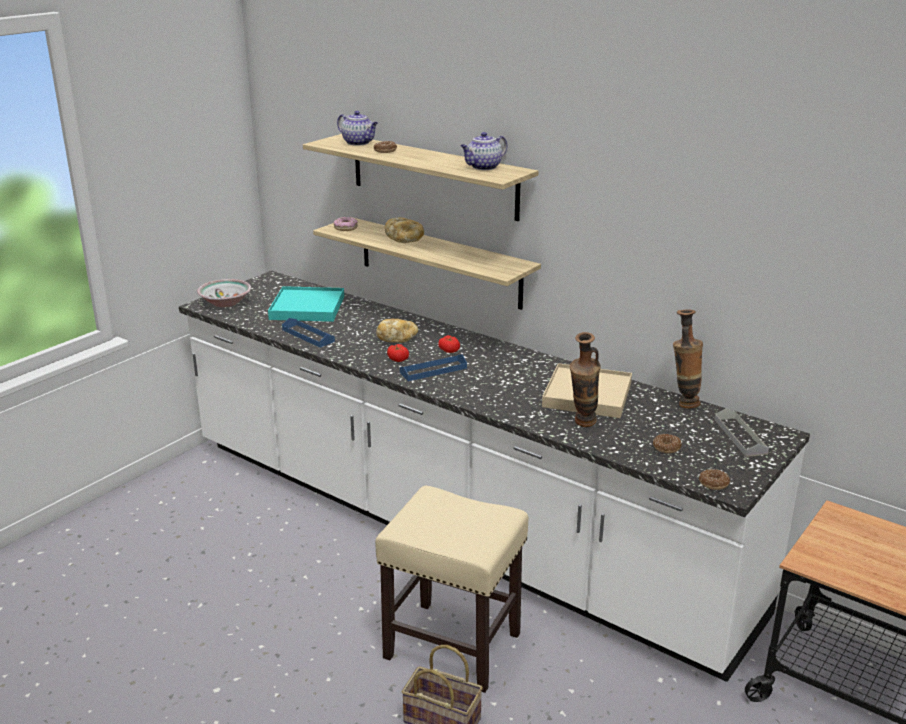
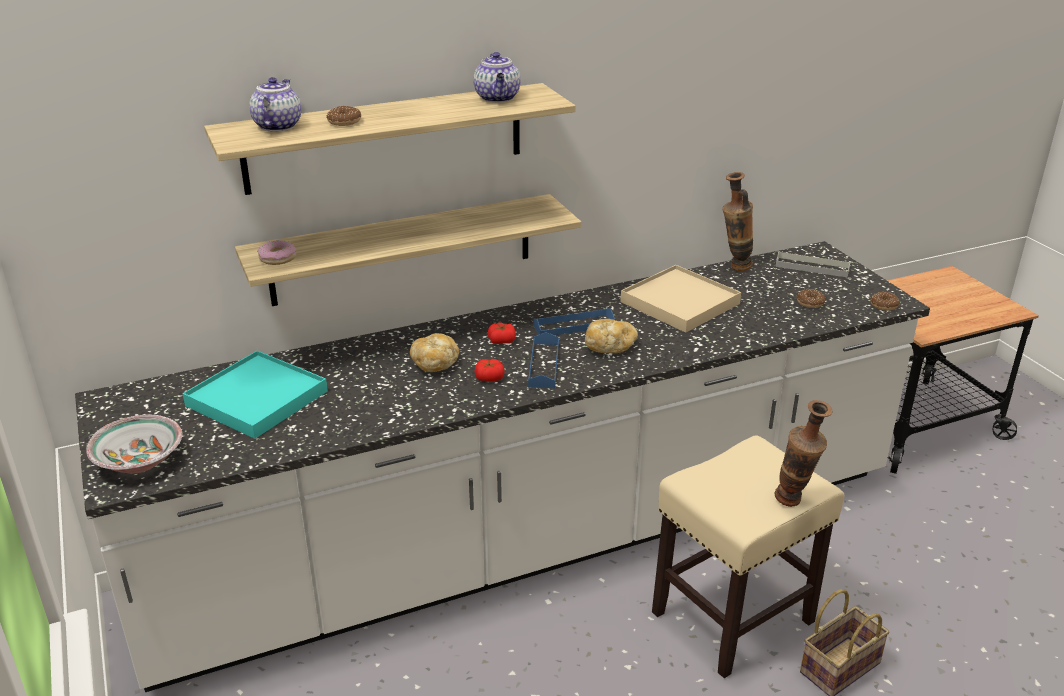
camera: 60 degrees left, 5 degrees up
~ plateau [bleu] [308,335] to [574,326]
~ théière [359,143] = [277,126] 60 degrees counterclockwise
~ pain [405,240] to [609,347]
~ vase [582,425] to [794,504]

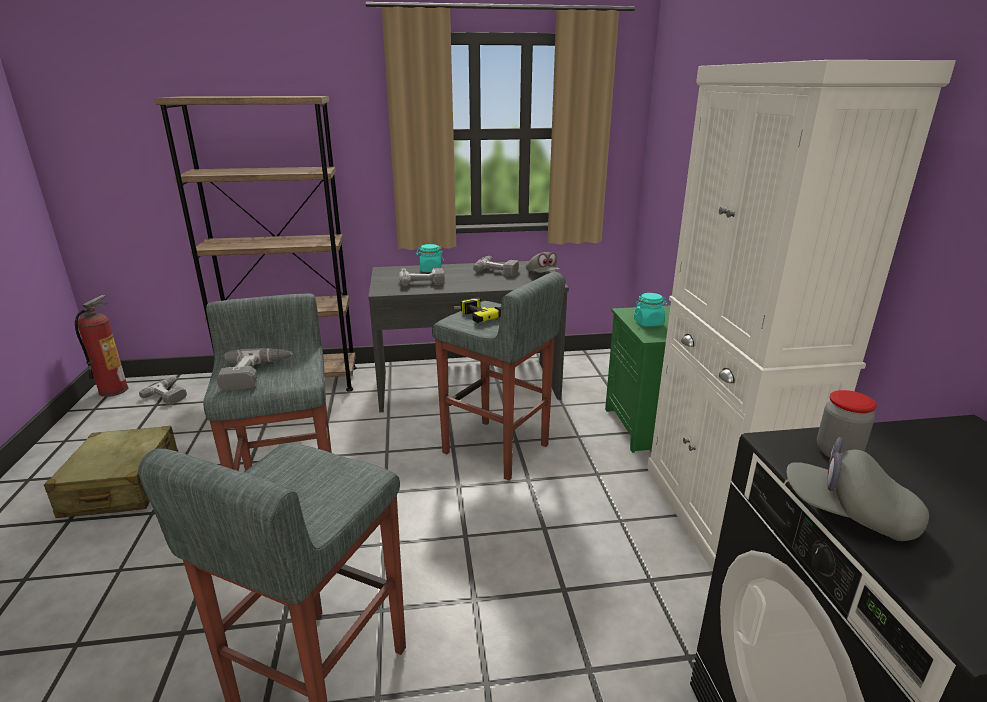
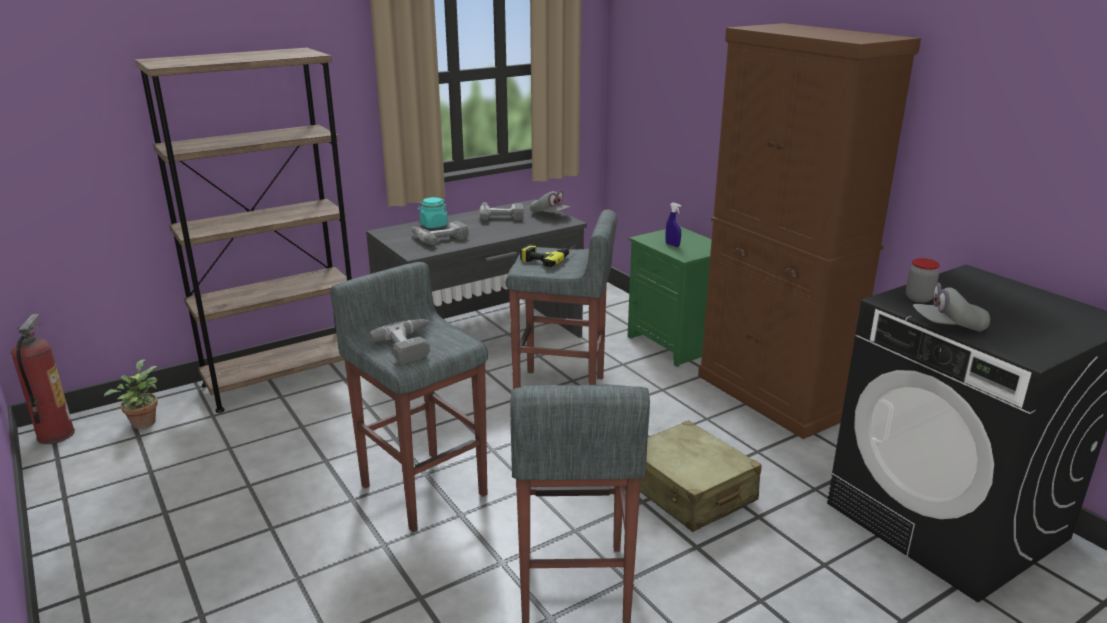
camera: 25 degrees left, 0 degrees up
~ valise [beige] [122,486] to [689,492]
~ perceuse [171,394] to plante en pot [143,421]
~ bocal [turquoise] [648,323] to vaporisateur [bleu] [672,245]
~ meuble de rangement [blanc] [717,514] to meuble de rangement [marron] [772,396]

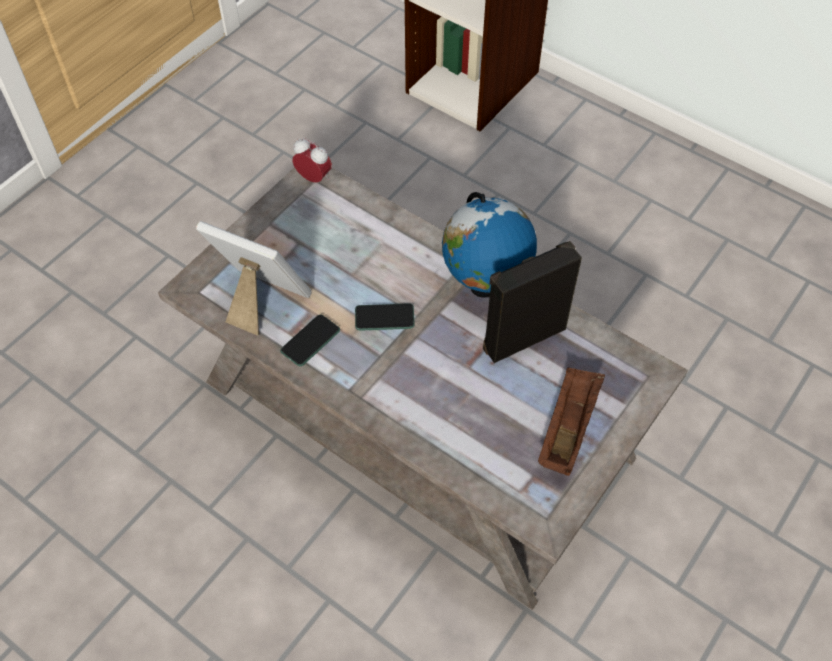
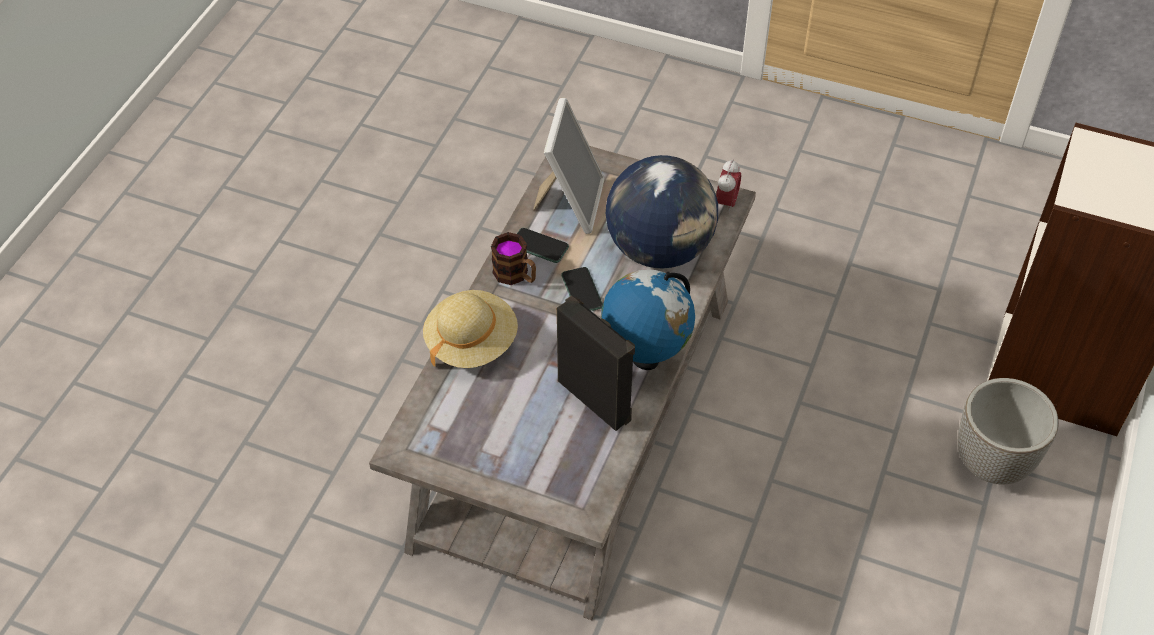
camera: 75 degrees right, 5 degrees down
- plateau [marron] [567,427]
+ chapeau [beige] [471,342]
+ mug [516,275]
+ globe [659,249]
+ cache-pot [993,463]

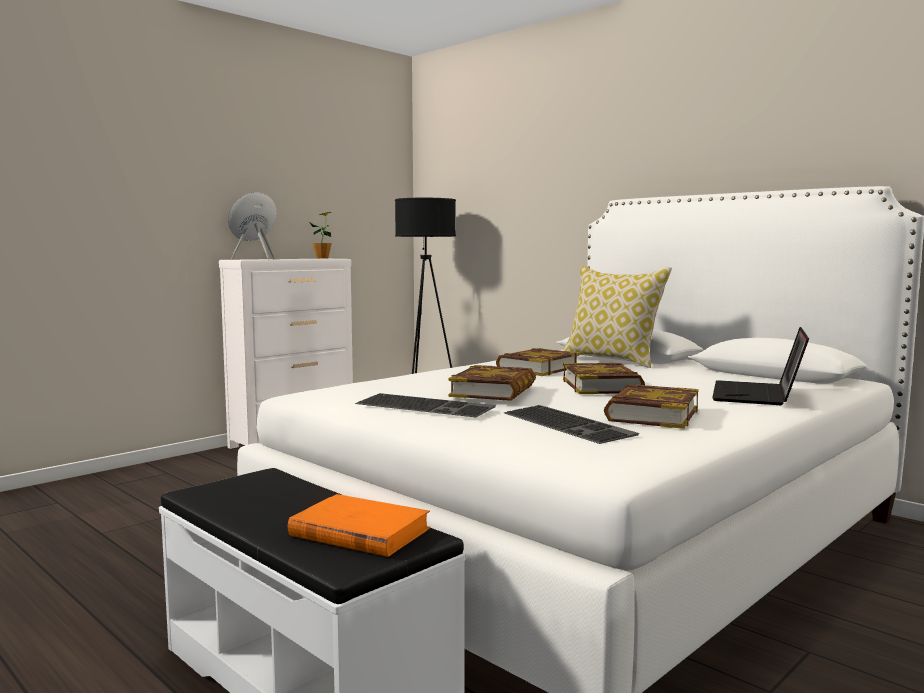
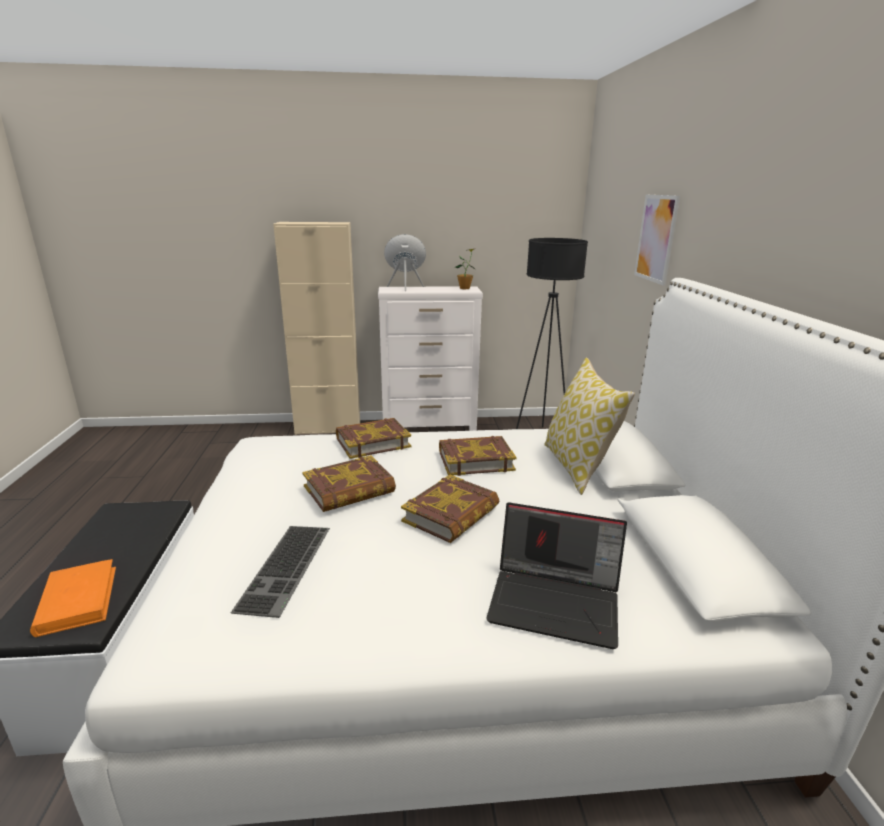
camera: 40 degrees right, 15 degrees up
- clavier [427,405]
~ livre [651,414] to [372,442]
~ ordinateur portable [758,395] = [556,602] 135 degrees counterclockwise
+ meuble de rangement [beige] [328,428]
+ tableau [656,238]

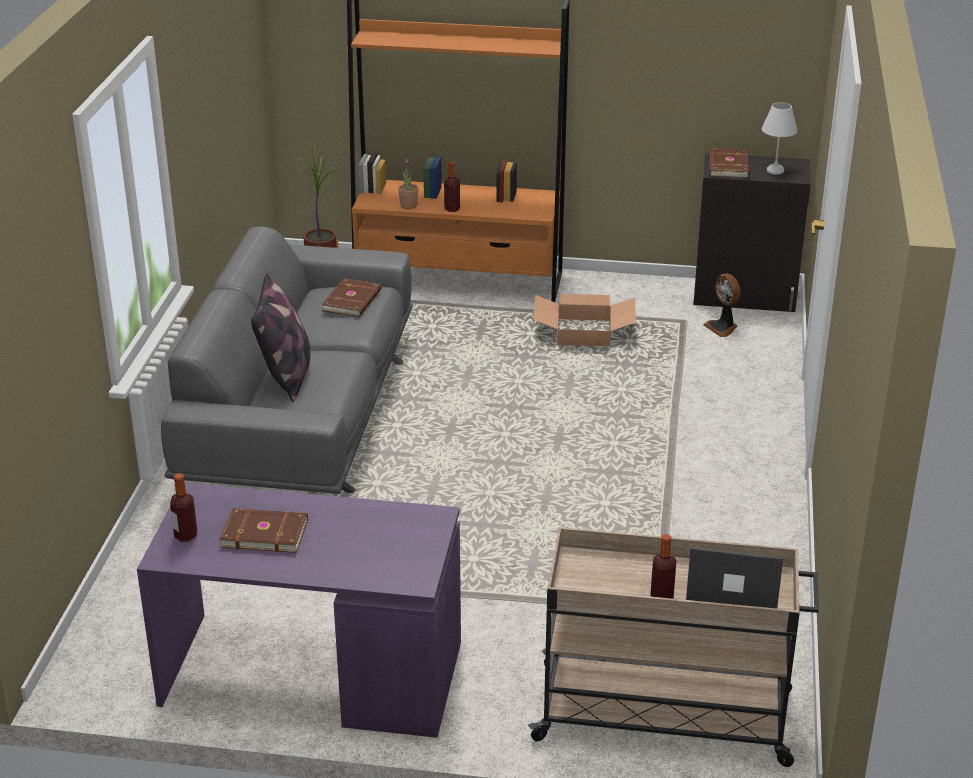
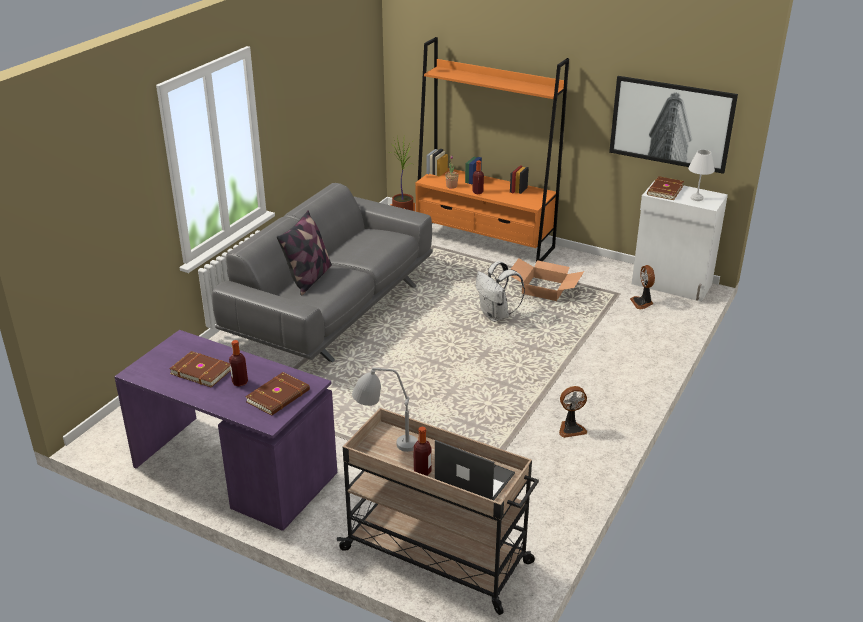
camera: 20 degrees right, 0 degrees up
~ bouteille [186,536] to [240,382]
~ livre [marron] [353,300] to [279,396]
~ meuble de rangement [noir] [745,296] to meuble de rangement [blanc] [671,285]
+ lampe de table [gris] [384,441]
+ sac à dos [blanc] [496,316]
+ ventilateur [571,428]
+ tableau [671,123]

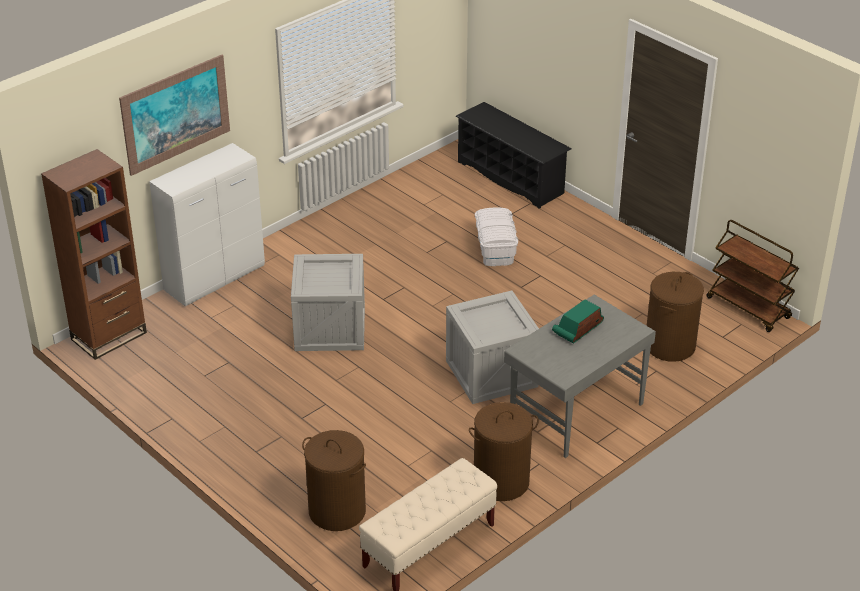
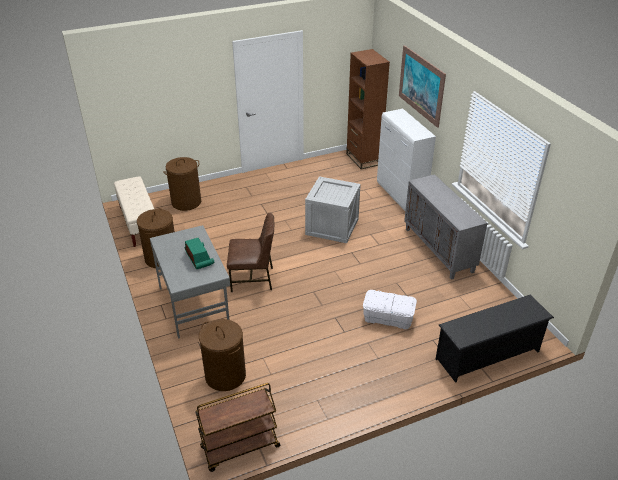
camera: 110 degrees right, 0 degrees up
~ caisse [492,373] to chaise [marron] [253,279]
+ meuble de rangement [gris] [439,250]

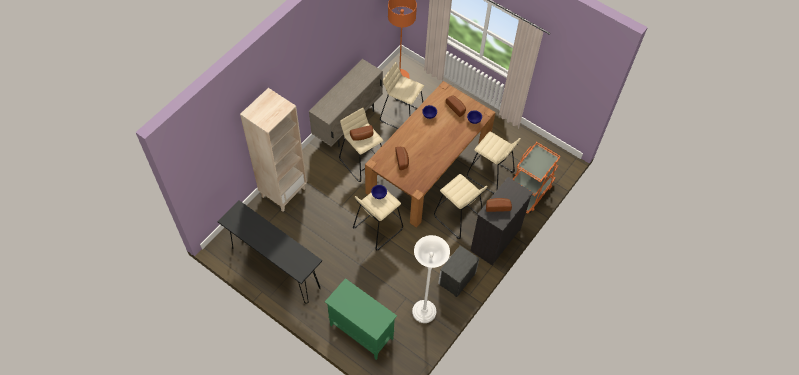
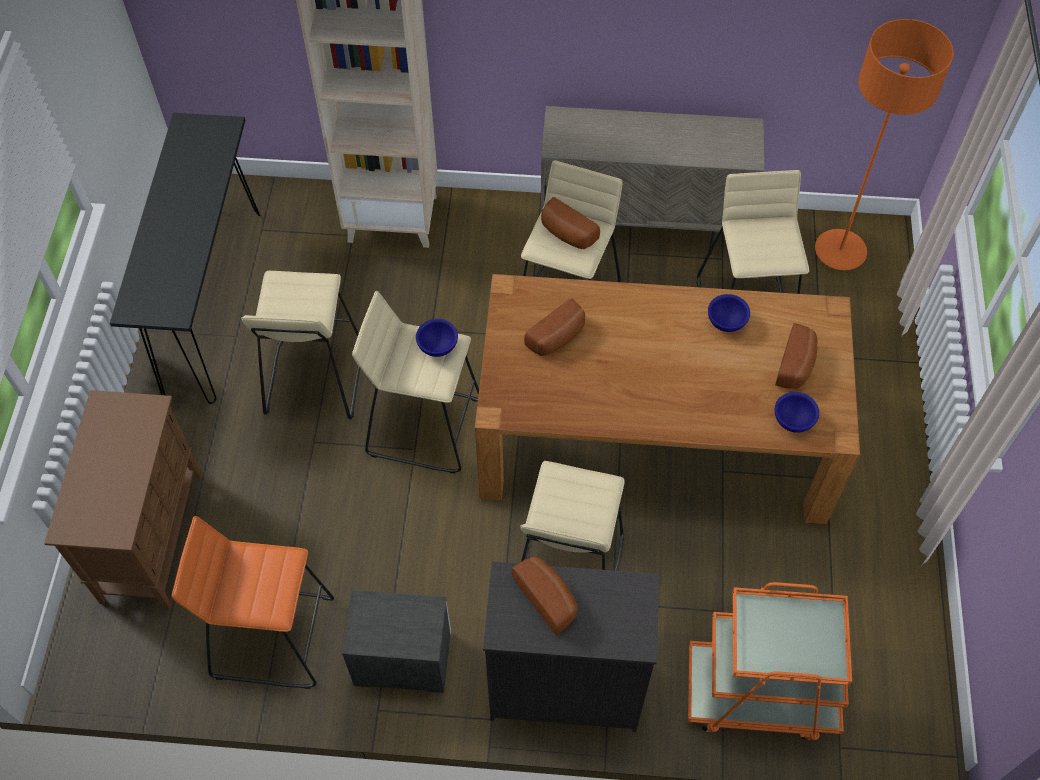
camera: 60 degrees right, 0 degrees up
~ meuble de rangement [vert] [361,332] to meuble de rangement [marron] [152,535]
~ lampadaire [blanc] [424,312] to tabouret [orange] [272,635]
~ tabouret [beige] [490,175] to [313,380]

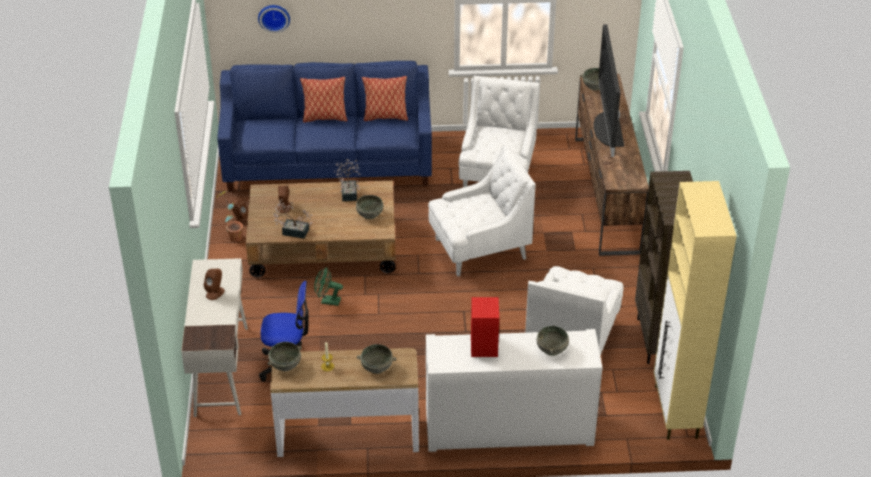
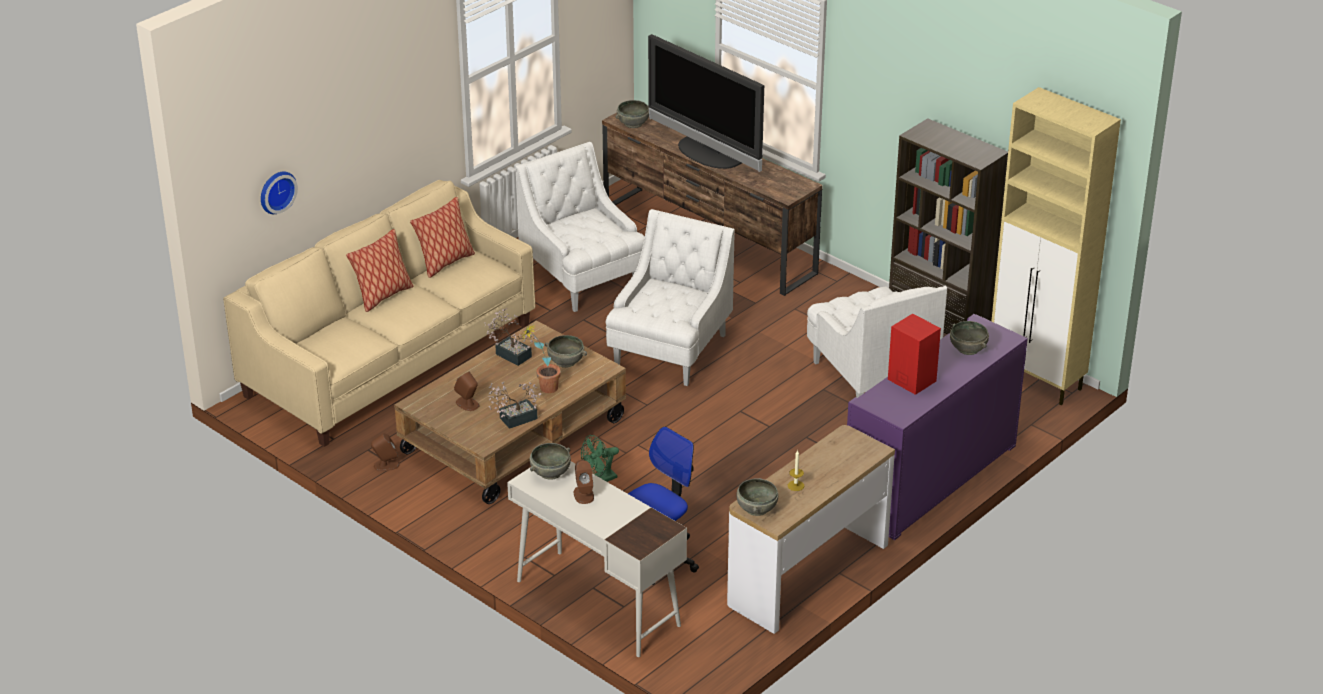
camera: 45 degrees left, 5 degrees down
~ canapé [bleu] [329,163] to canapé [beige] [390,360]
~ plante en pot [232,236] to [543,388]
~ bol [gris] [377,367] to [550,472]
~ meuble de rangement [blanc] [509,429] to meuble de rangement [violet] [930,478]

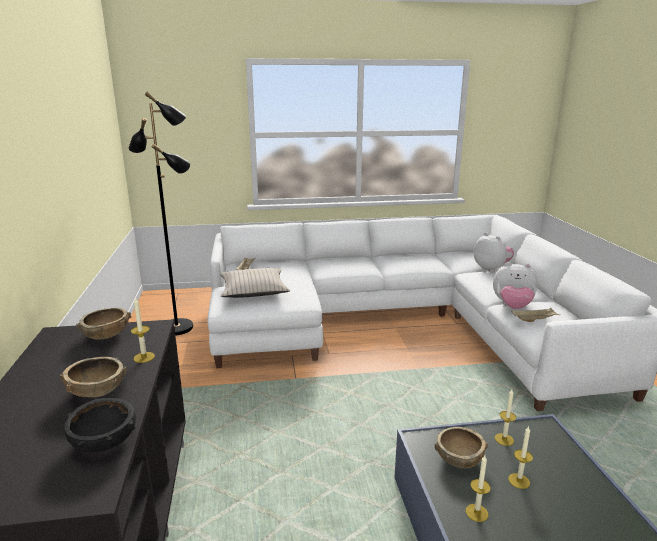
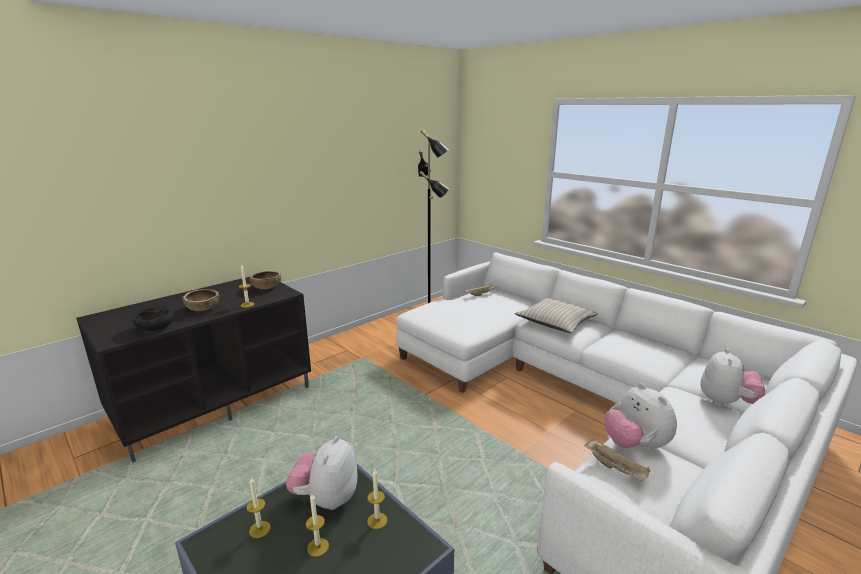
camera: 55 degrees right, 0 degrees up
~ coussin [beige] [253,290] to [555,322]
~ bol [marron] [459,458] to peluche [326,498]

